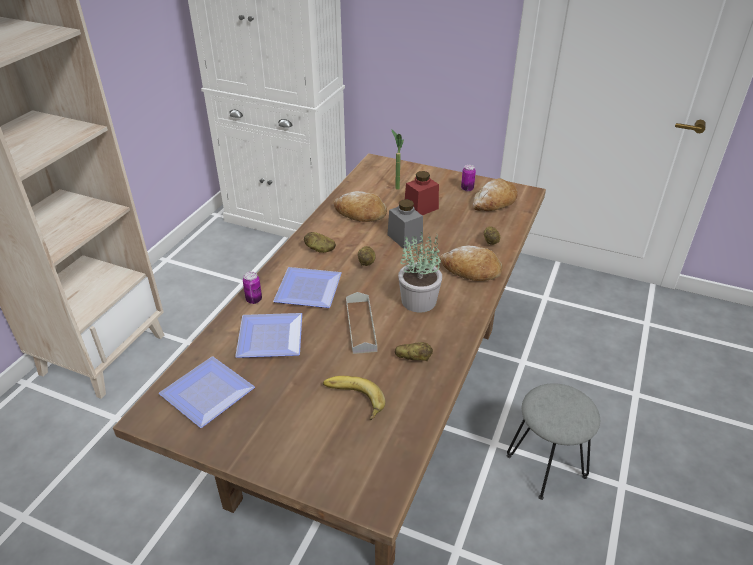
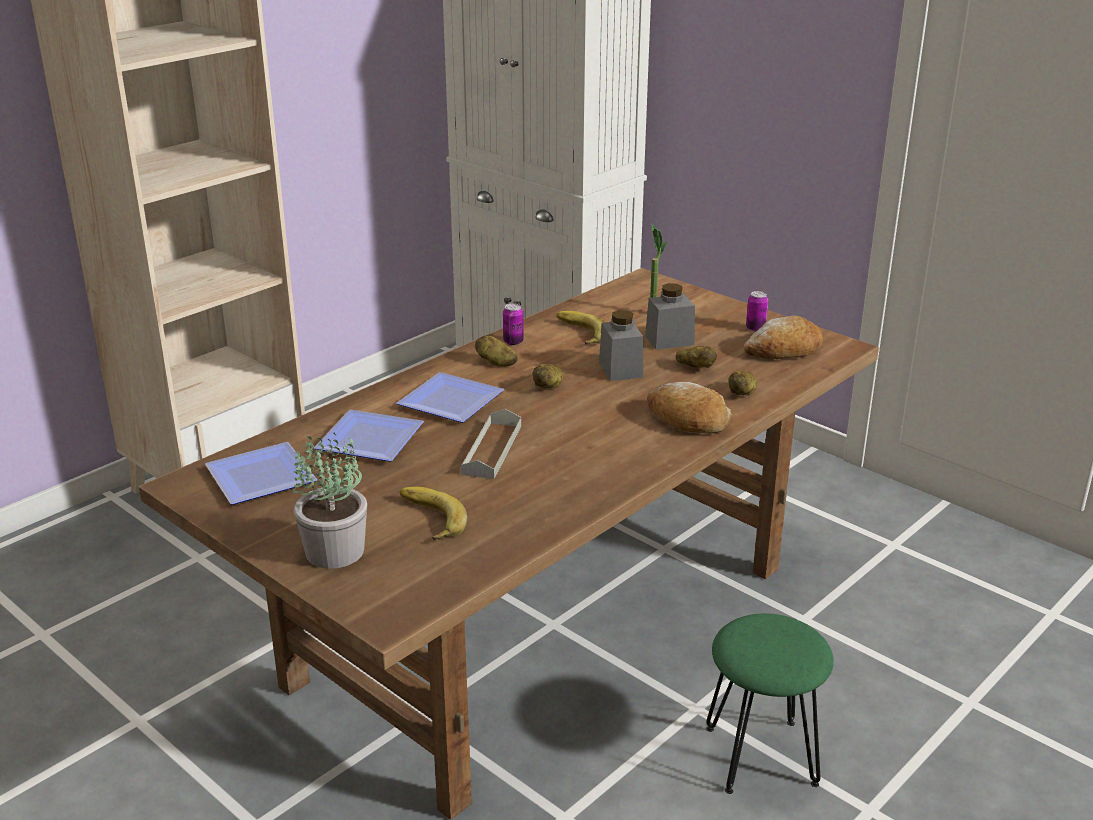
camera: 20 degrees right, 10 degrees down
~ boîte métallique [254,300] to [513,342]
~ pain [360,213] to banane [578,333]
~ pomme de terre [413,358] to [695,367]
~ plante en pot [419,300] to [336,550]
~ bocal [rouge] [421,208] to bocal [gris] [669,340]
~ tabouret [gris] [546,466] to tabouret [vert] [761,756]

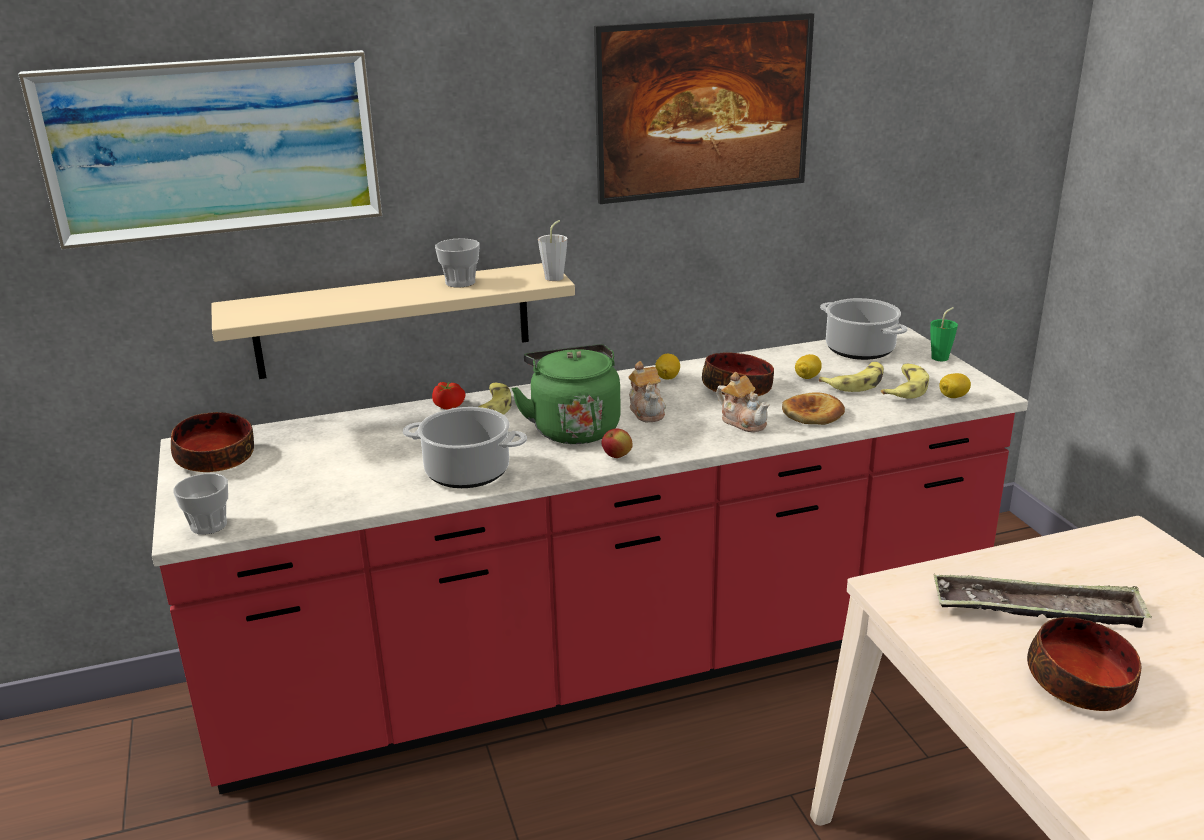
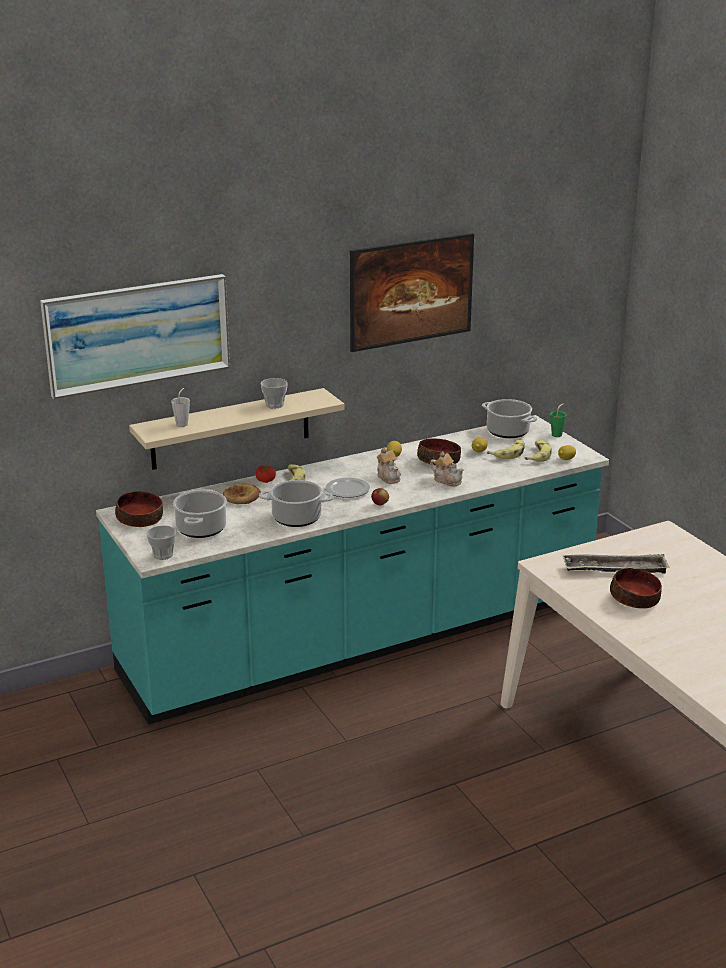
camera: 10 degrees left, 0 degrees up
~ comptoir de cuisine [rouge] [607,661] to comptoir de cuisine [turquoise] [362,638]
~ bouilloire [vert] [573,428] to assiette [348,489]
~ tasse [gris] [556,276] to [183,423]
~ pain [813,414] to [242,497]
+ marmite [201,528]

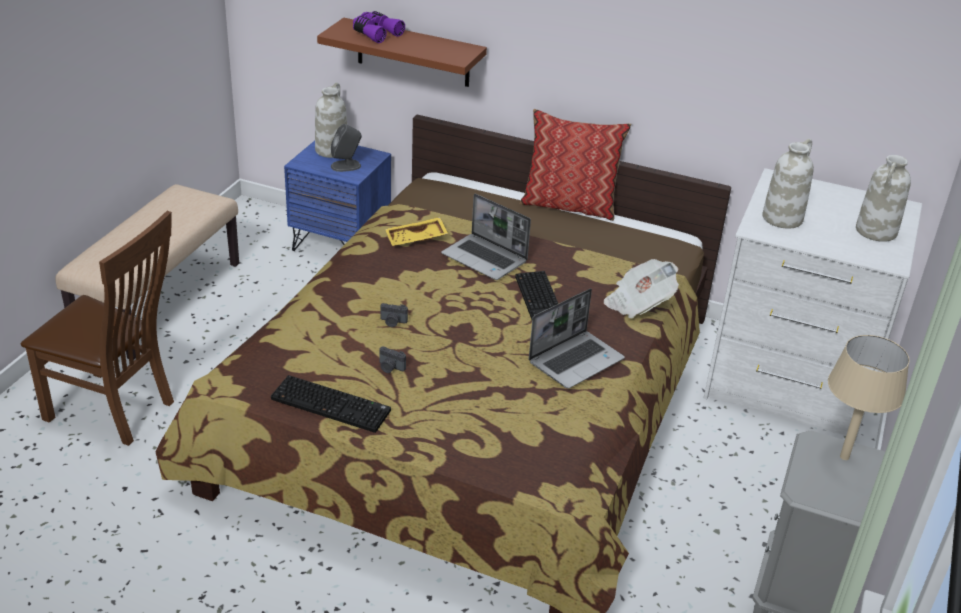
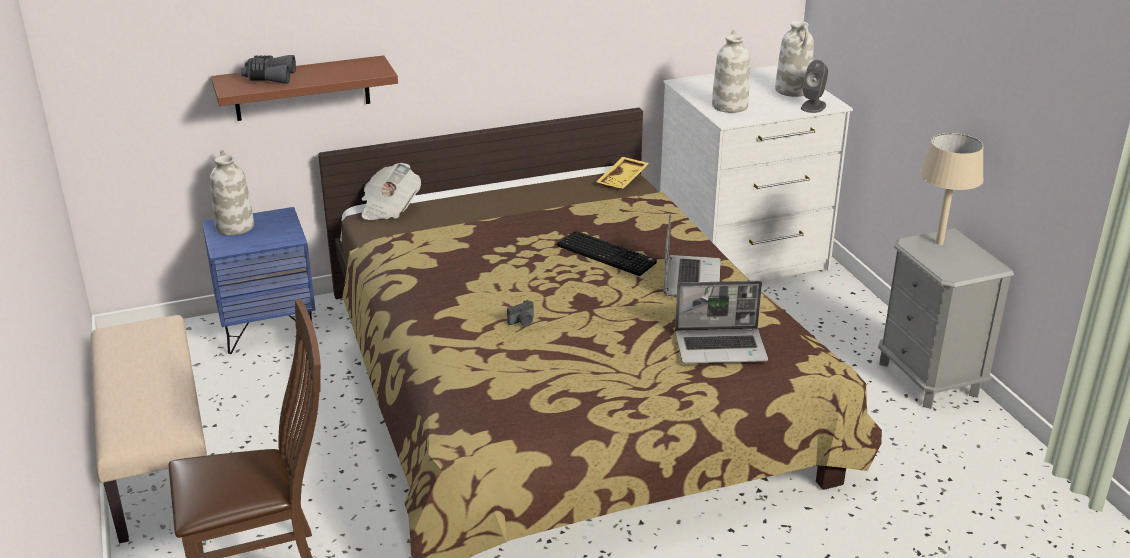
camera: 40 degrees left, 5 degrees down
- clavier [332,404]
~ enceinte [gris] [346,166] to [813,106]
~ jumelles [violet] [375,33] to jumelles [gris] [269,77]
- appareil photo [390,368]
~ plateau [jaune] [416,239] to [623,180]
~ ordinateur portable [485,258] to [721,347]
- coussin [569,205]
~ journal [638,303] to [389,208]

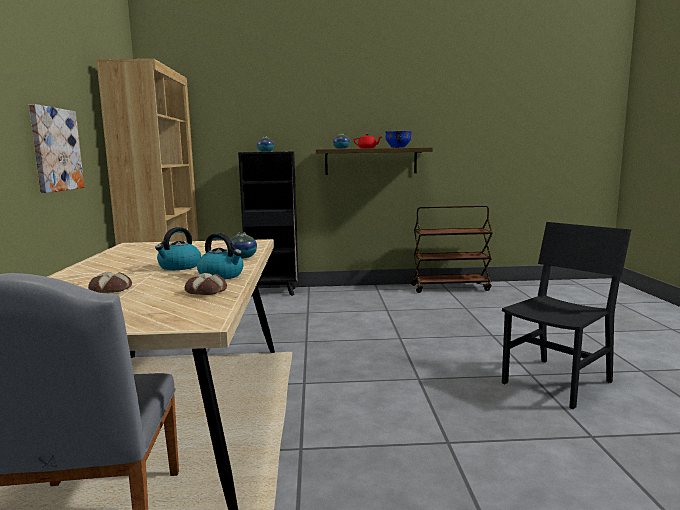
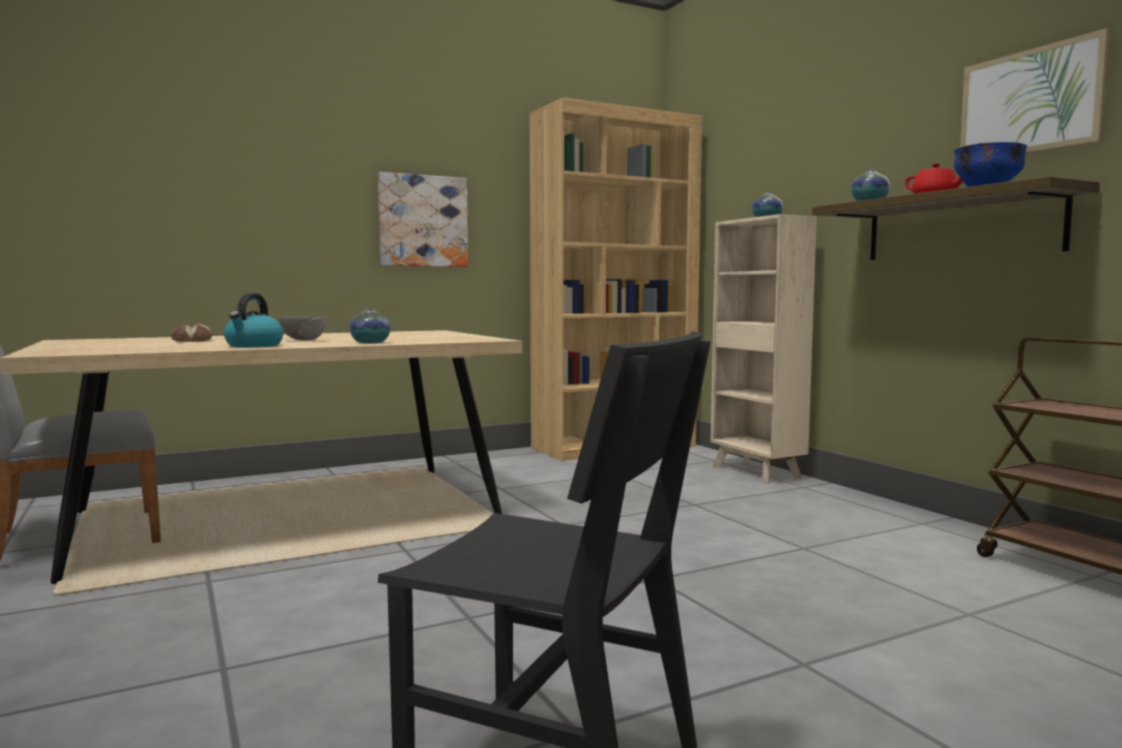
camera: 65 degrees right, 5 degrees down
~ bouilloire [179,267] to bol [gris] [304,340]
- pain [205,291]
~ bibliothèque [noir] [273,292] to bibliothèque [beige] [756,472]
+ tableau [1031,102]

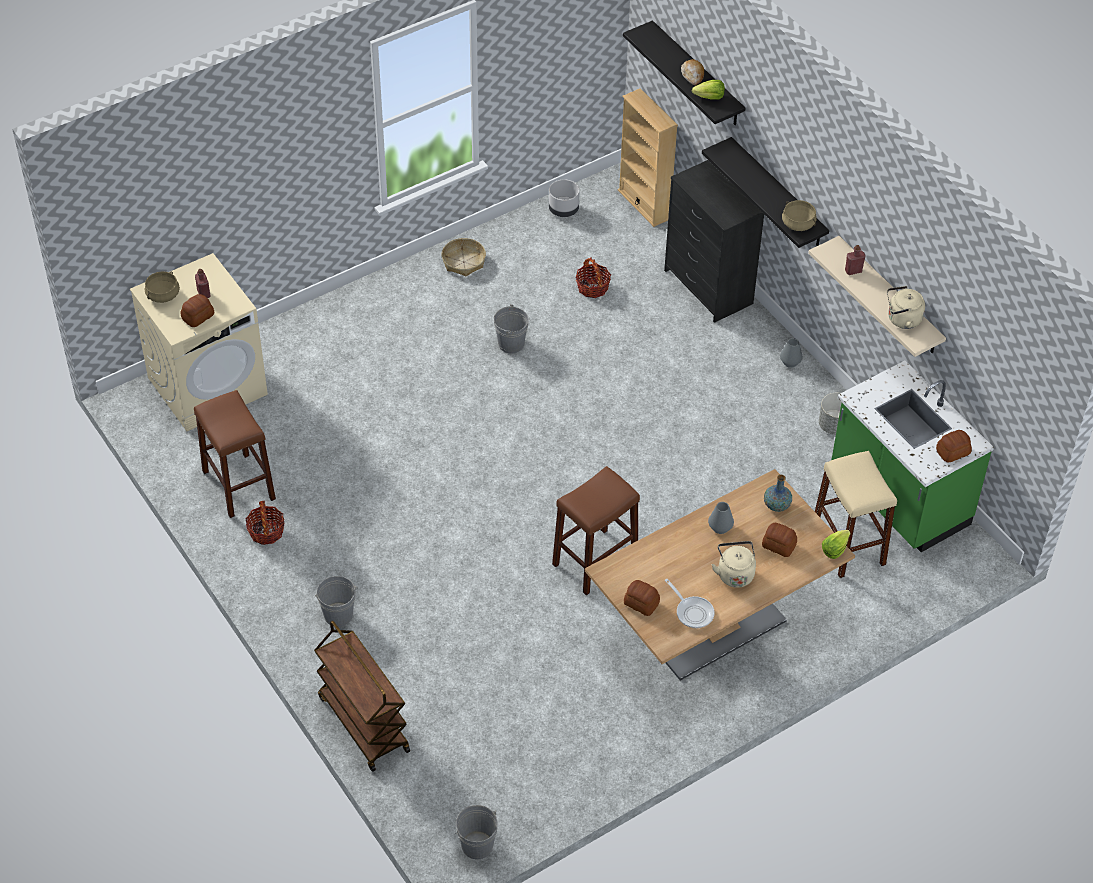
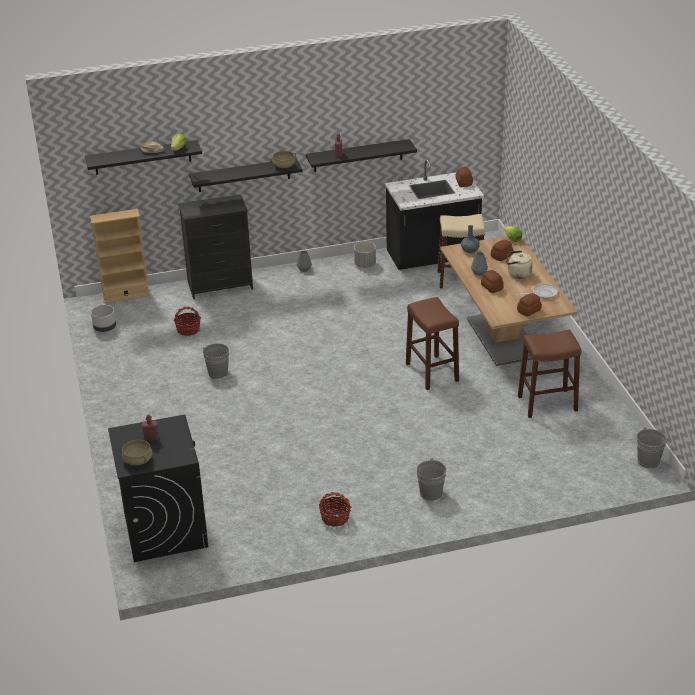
camera: 70 degrees left, 15 degrees down
~ lave-linge [beige] [208,385] to lave-linge [noir] [165,528]
~ pain [197,317] to [491,287]
~ tabouret [marron] [238,485] to [547,403]
- chariot [marron] [363,723]
- panier [464,262]
~ étagère [beige] [889,297] to étagère [noir] [358,155]
~ comptoir de cuisine [vert] [898,498] to comptoir de cuisine [noir] [433,256]
- bouilloire [beige] [902,319]

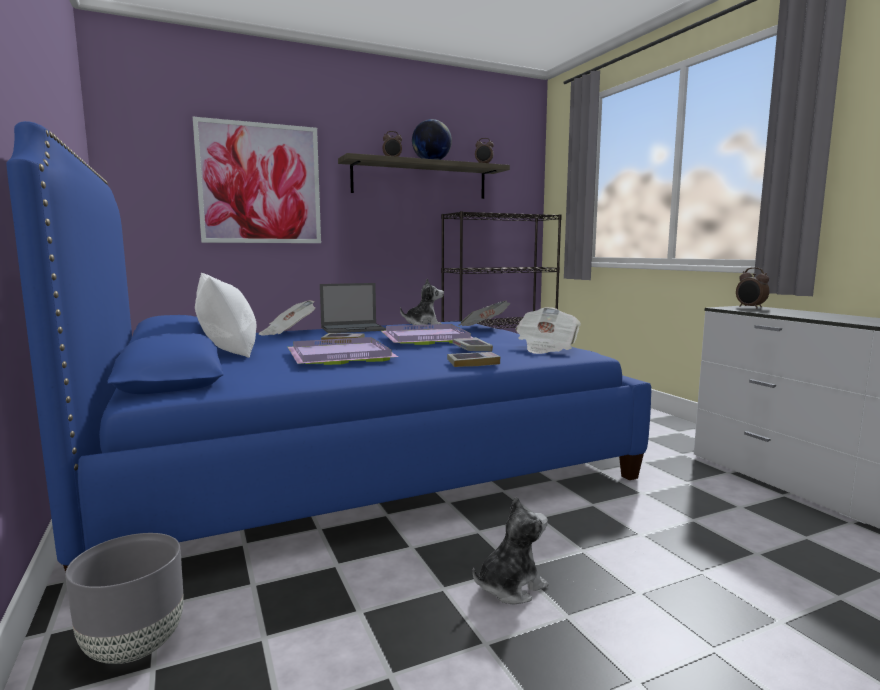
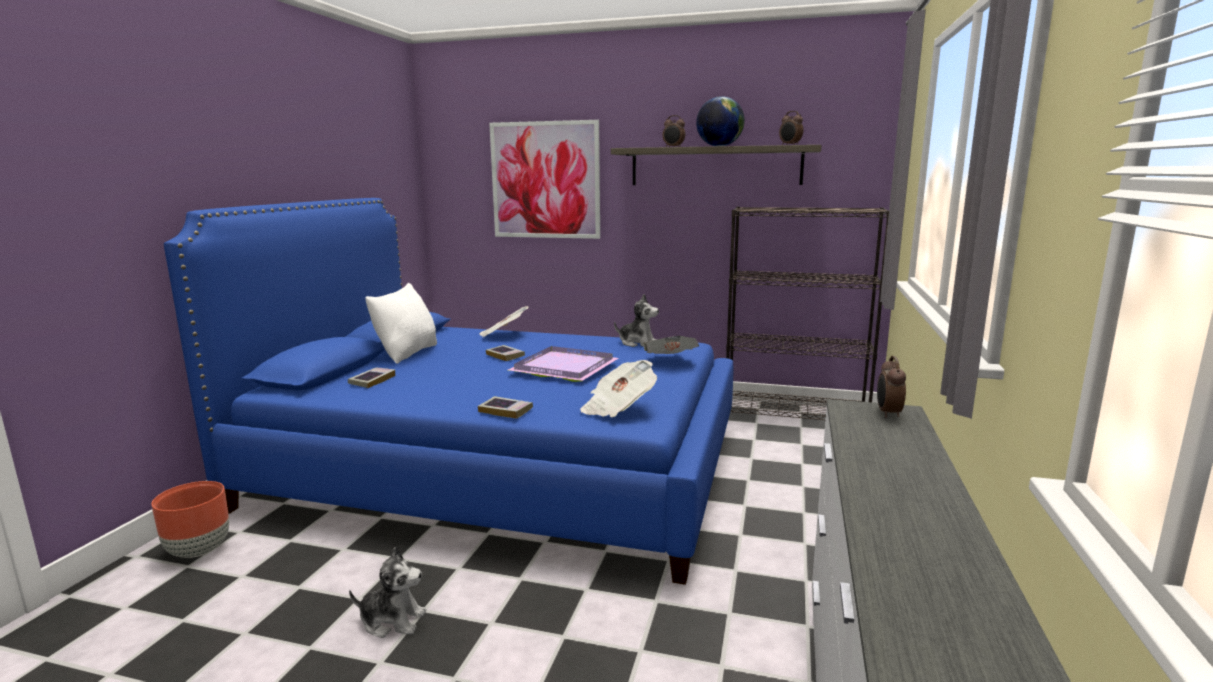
camera: 40 degrees right, 5 degrees up
~ cache-pot [gris] [135,648] to cache-pot [marron] [199,551]
- plateau [violet] [338,355]
- ordinateur portable [353,329]
~ livre [471,348] to [372,380]

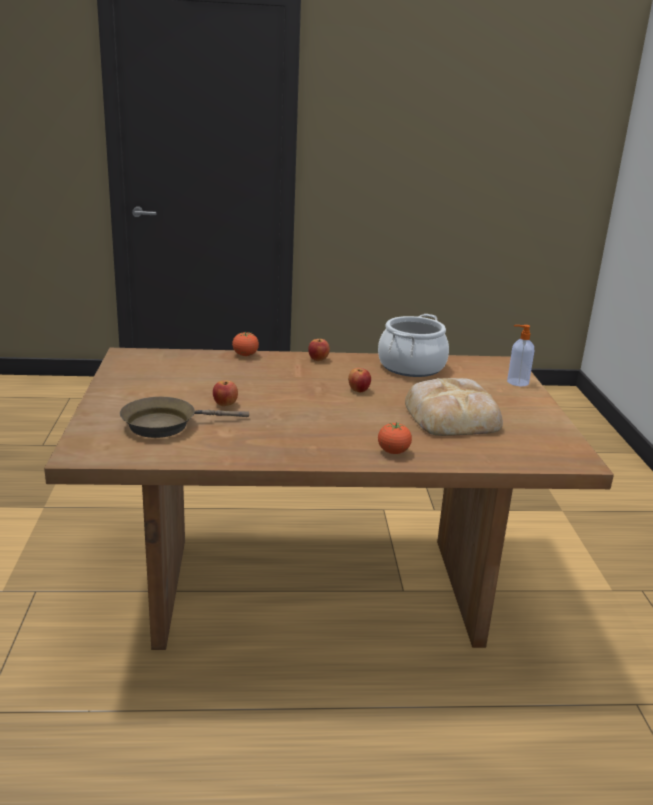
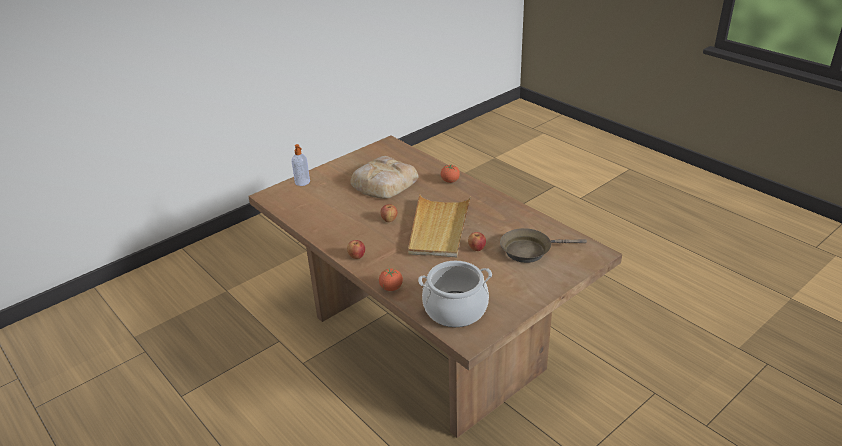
camera: 125 degrees left, 10 degrees up
~ poêle [marron] [165,425] = [529,250] 135 degrees clockwise
~ marmite [412,367] to [455,309]
+ plateau [beige] [439,229]

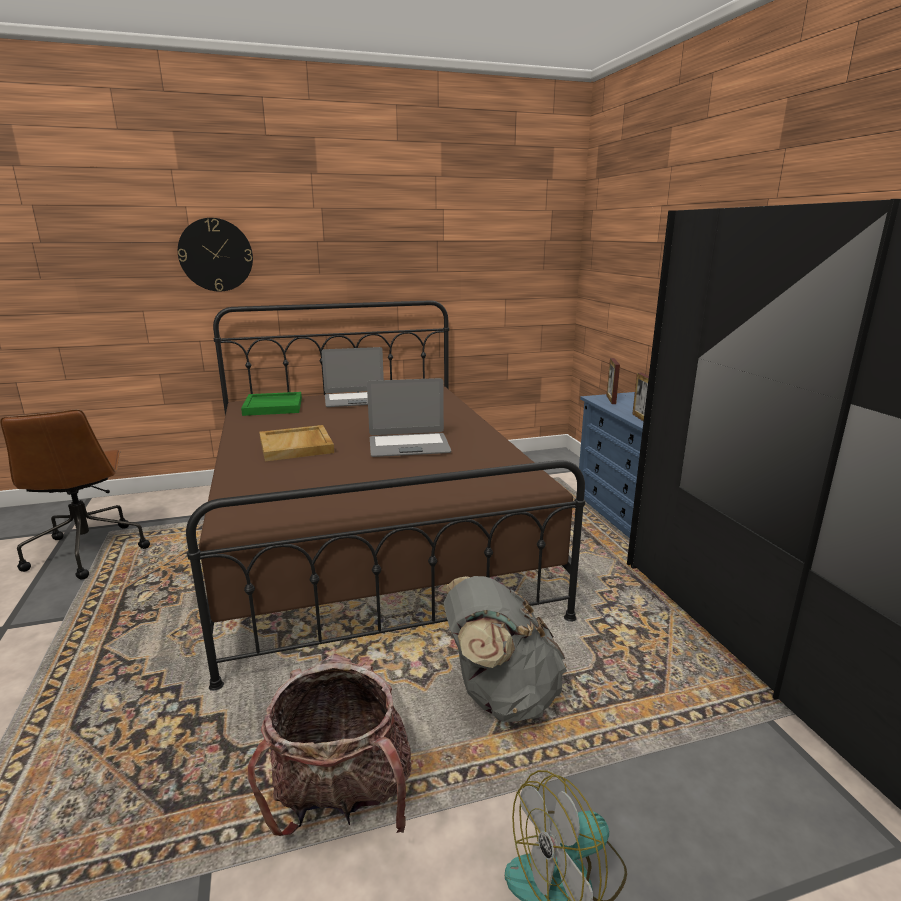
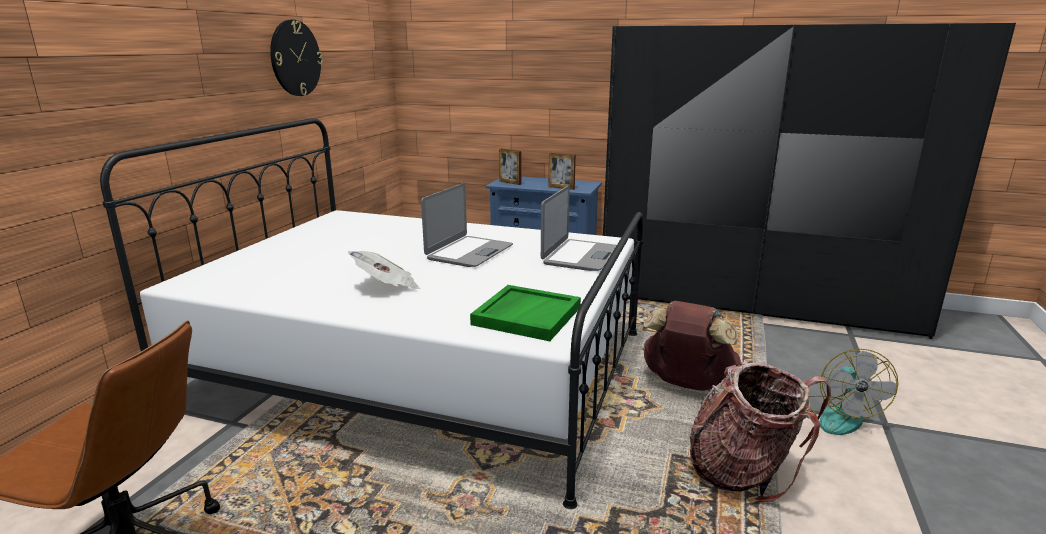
camera: 55 degrees left, 0 degrees up
~ horloge murale [216,255] to [295,58]
~ lit [marron] [368,538] to lit [blanc] [422,368]
~ plateau [vert] [274,406] to [526,315]
~ plateau [beige] [297,446] to journal [387,286]
~ ordinateur portable [356,400] to [580,256]
~ sac à dos [gris] [500,694] to sac à dos [marron] [686,384]

